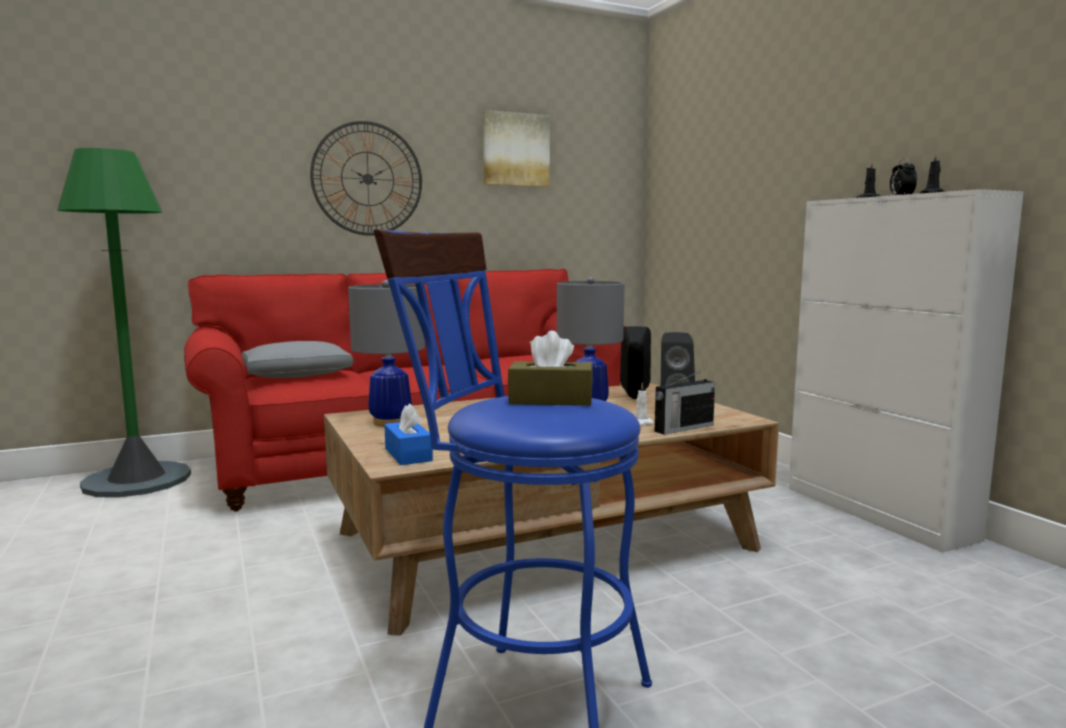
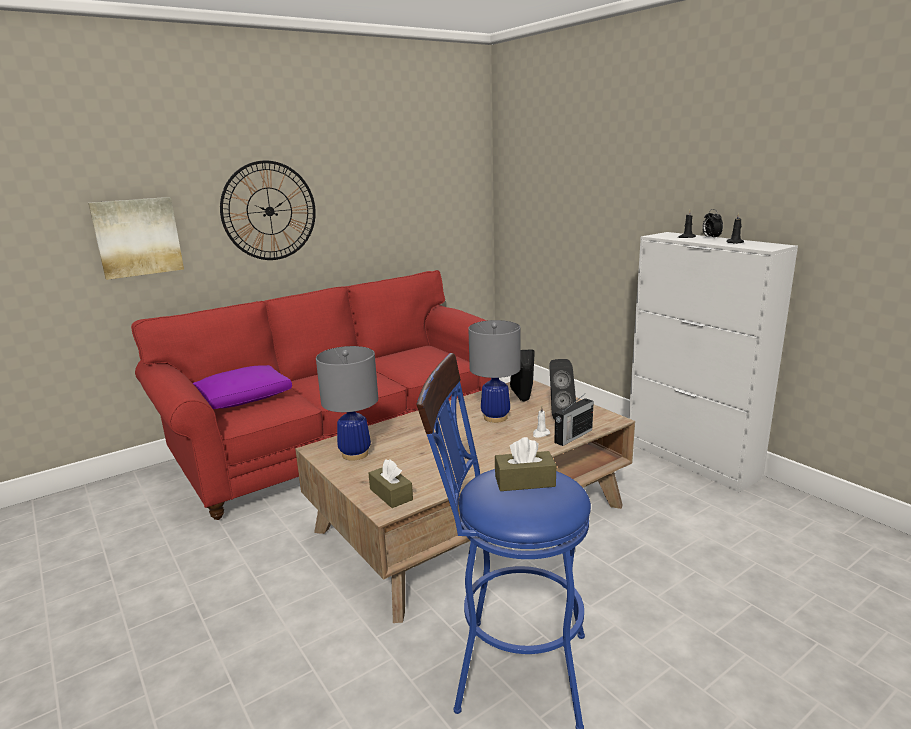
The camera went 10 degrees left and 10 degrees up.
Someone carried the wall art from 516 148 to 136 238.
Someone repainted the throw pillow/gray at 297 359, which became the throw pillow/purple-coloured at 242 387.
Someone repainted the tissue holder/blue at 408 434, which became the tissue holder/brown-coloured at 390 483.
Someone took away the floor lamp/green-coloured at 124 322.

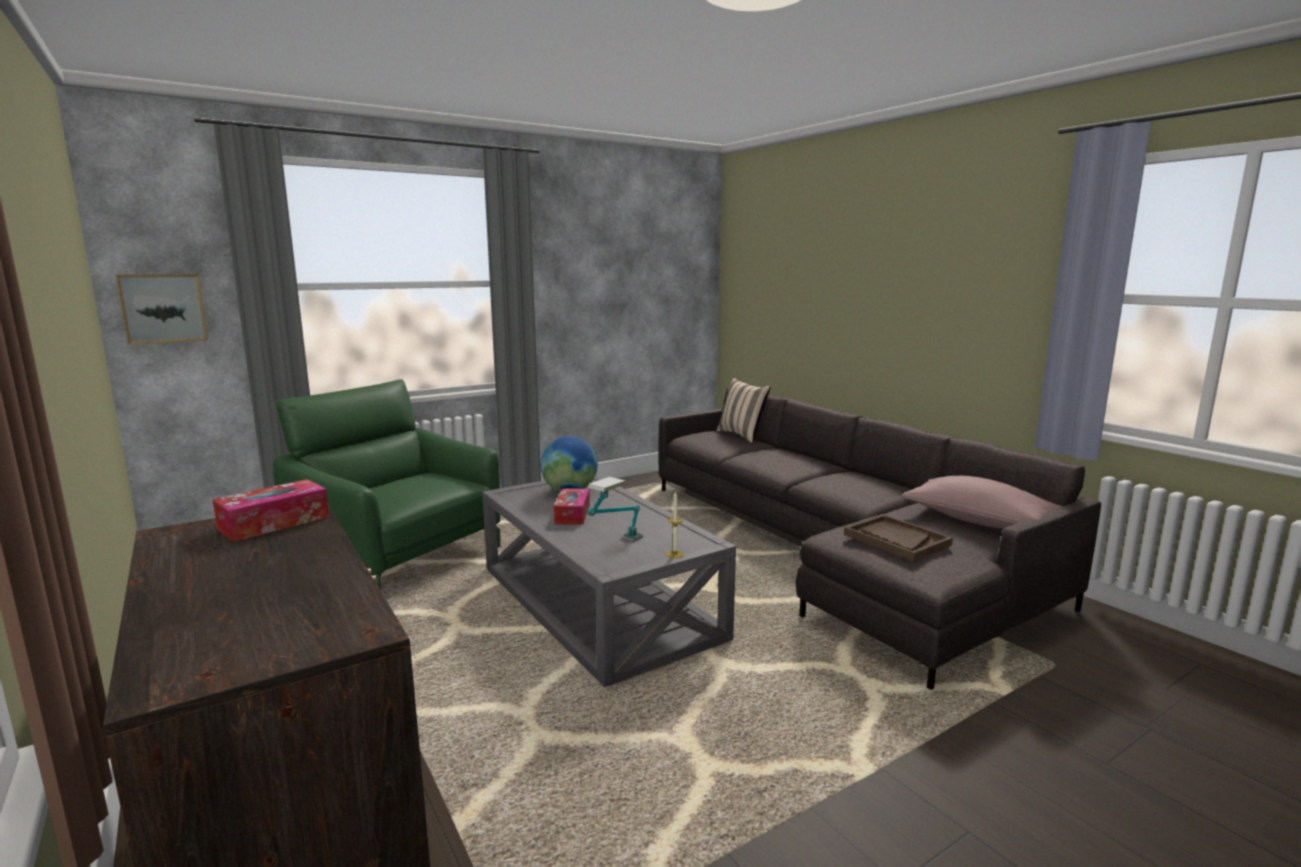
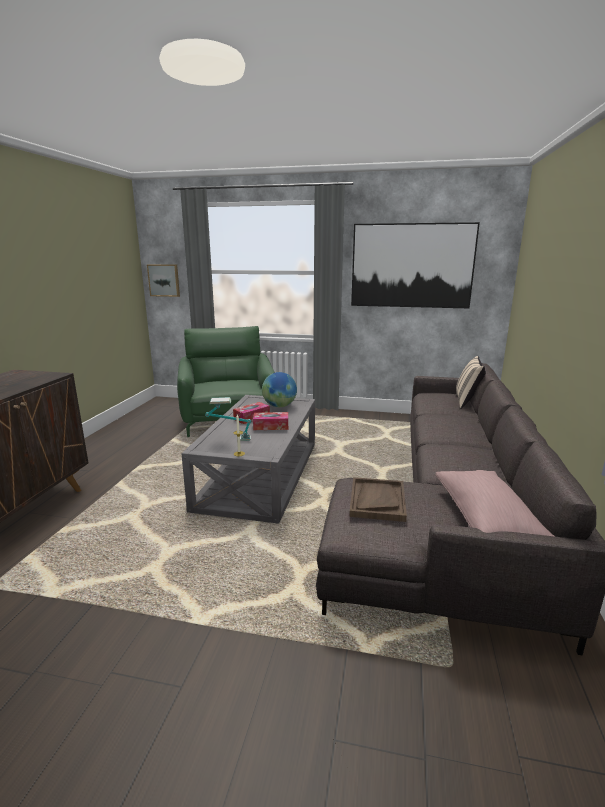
The camera went 45 degrees right and 5 degrees up.
Someone carried the tissue holder from 270 510 to 270 421.
Someone put up the wall art at 415 265.

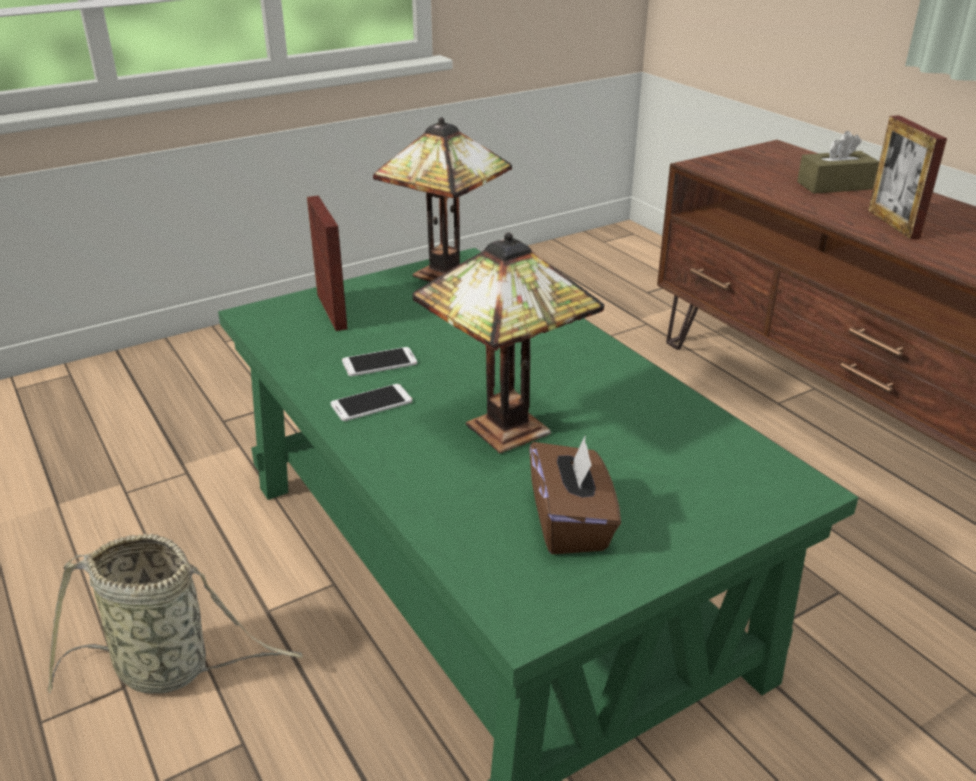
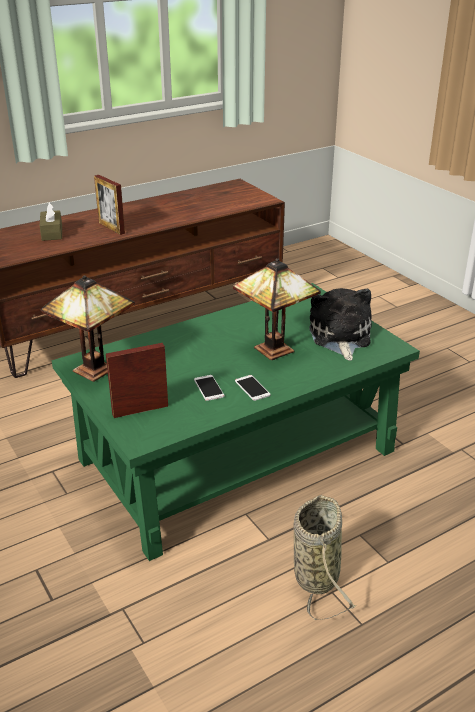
The camera went 90 degrees left and 0 degrees up.
Someone rotated the standing frame at 907 177 by 60 degrees clockwise.
Someone swapped the tissue holder/brown-coloured at 575 495 for the cuddly toy at 340 324.

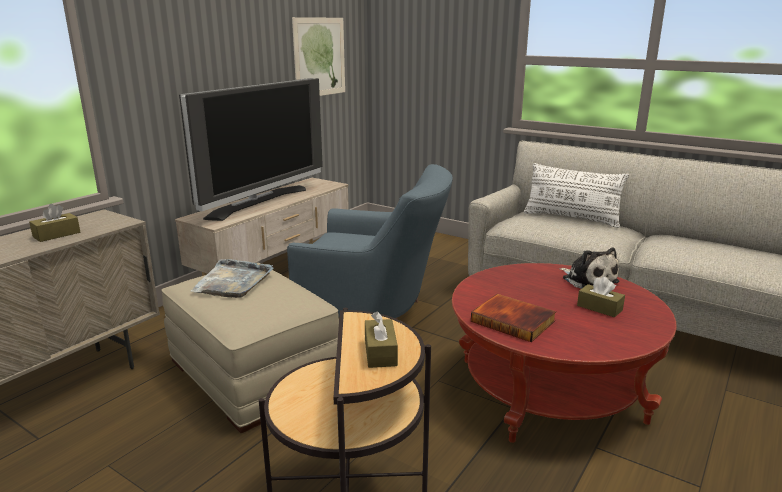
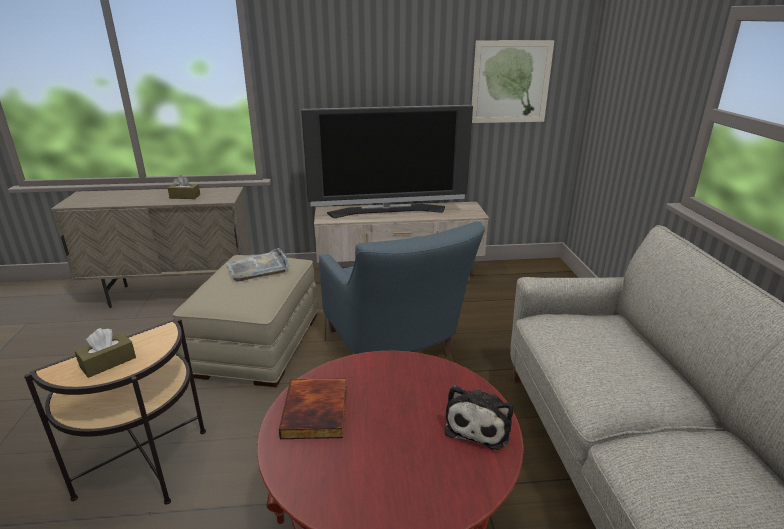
The camera went 50 degrees right and 5 degrees up.
Someone took away the throw pillow/whitish at 576 195.
Someone took away the tissue holder/brown-coloured at 601 297.

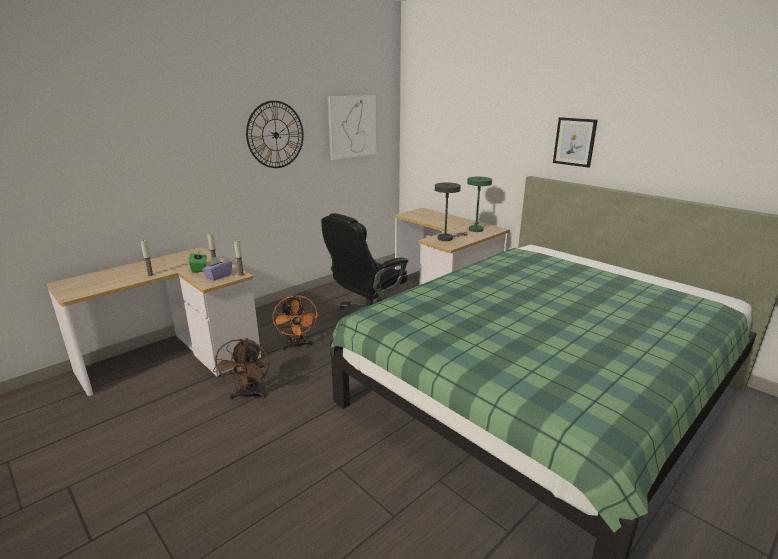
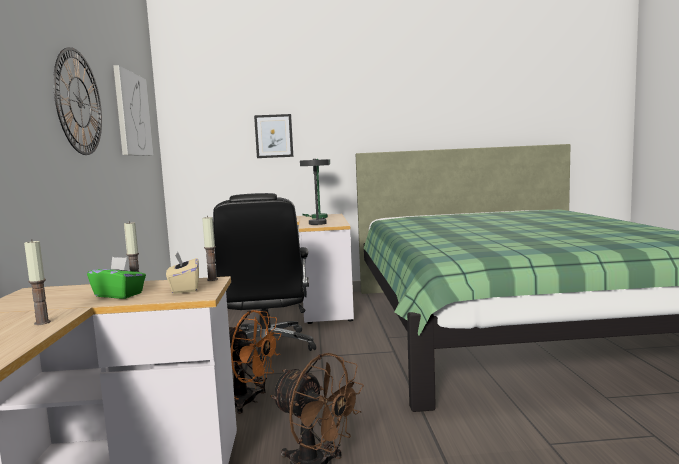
The camera went 50 degrees left and 15 degrees down.
Someone repainted the tissue holder/purple-coloured at 217 268, which became the tissue holder/beige-coloured at 182 273.
Someone carried the wall art from 575 142 to 273 136.

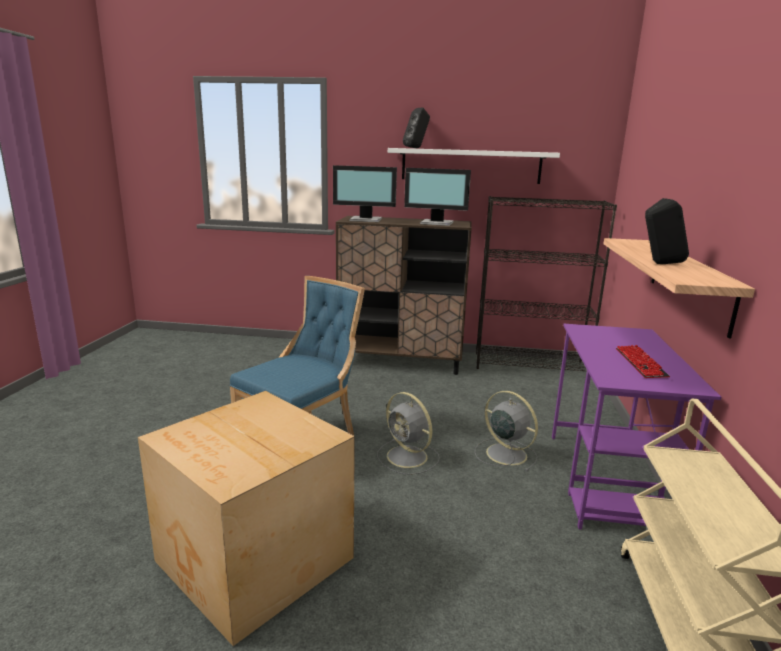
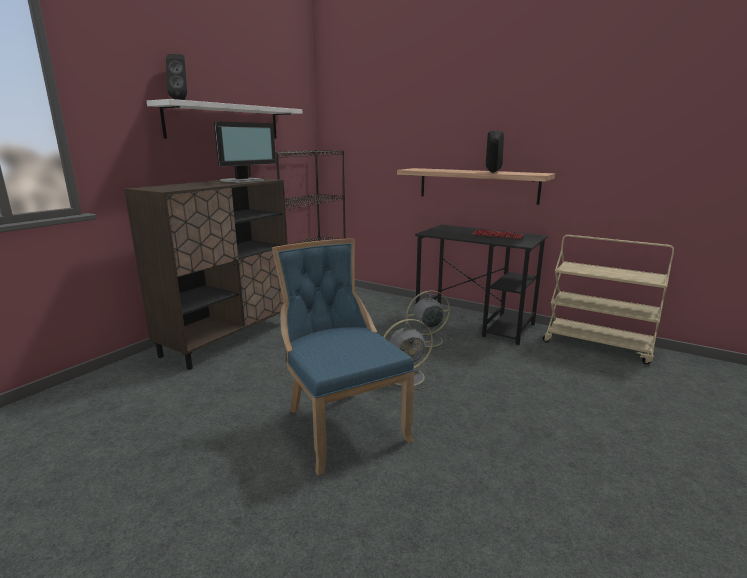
The camera went 65 degrees left and 0 degrees up.
Someone repainted the desk/purple-coloured at 636 427, which became the desk/black-coloured at 481 284.
Someone took away the packing box at 246 518.
Someone took away the monitor at 365 193.

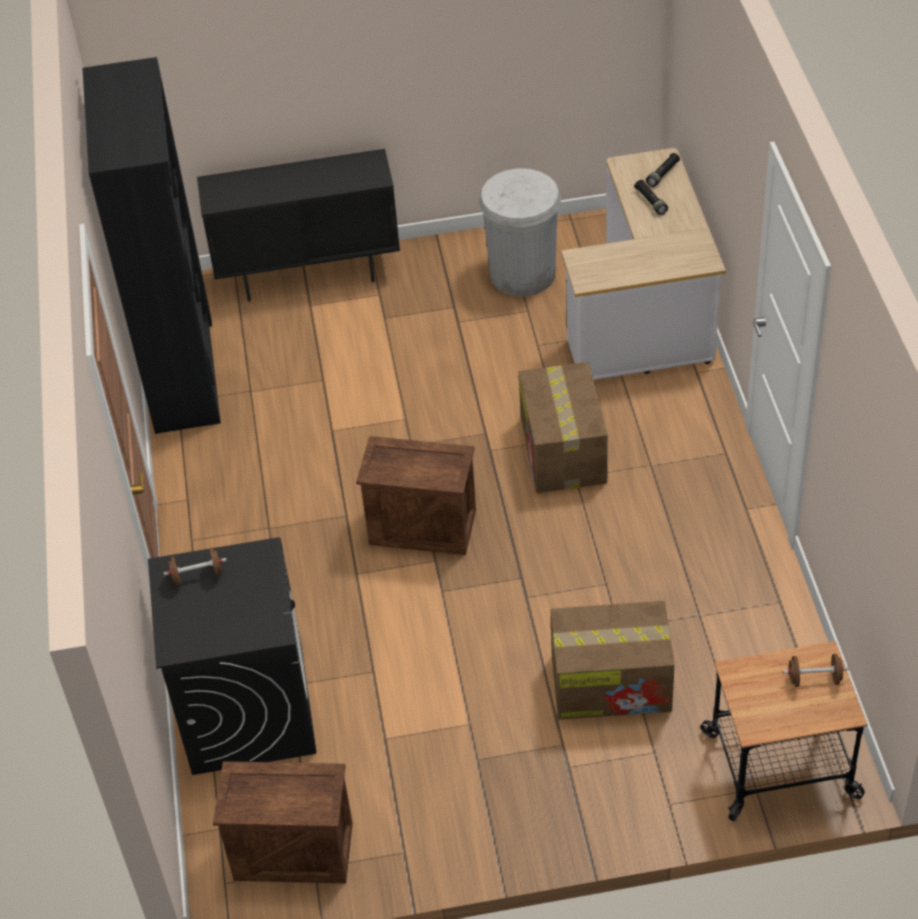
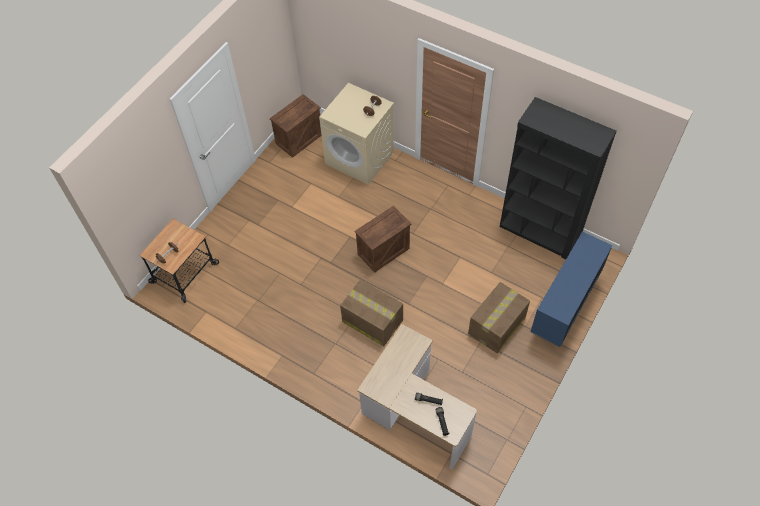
The camera went 130 degrees right and 10 degrees up.
Someone repainted the laundry machine/black-coloured at 232 656, which became the laundry machine/beige-coloured at 356 134.
Someone carried the packing box from 612 660 to 499 317.
Someone repainted the storage cabinet/black-coloured at 298 225, which became the storage cabinet/blue at 571 289.
Someone took away the rubbish bin/whitish at 520 232.

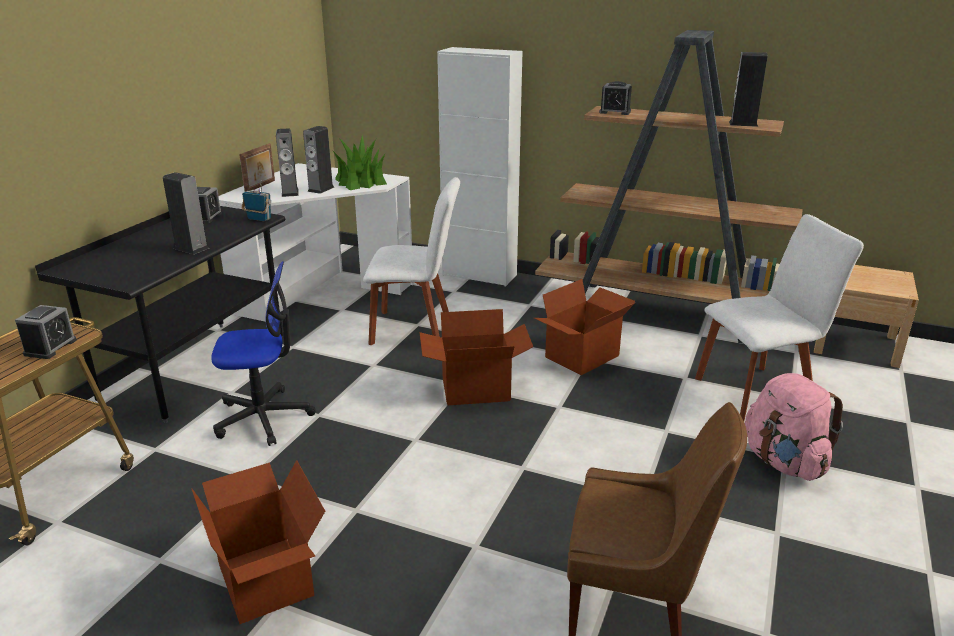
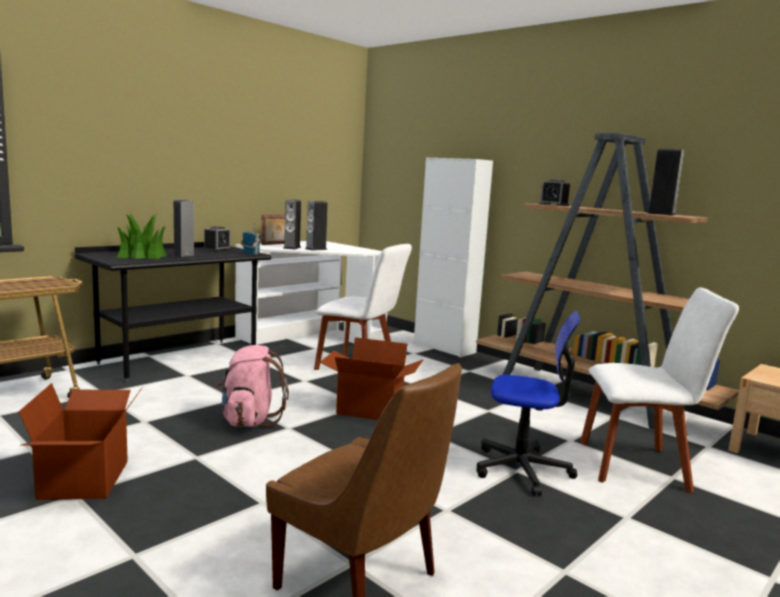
The camera went 20 degrees right and 15 degrees down.
Someone carried the houseplant from 359 162 to 142 235.
Someone carried the knapsack/pinkish from 794 427 to 252 386.
Someone carried the desk chair from 263 353 to 529 403.
Someone took away the table clock at 46 332.
Someone took away the packing box at 584 327.

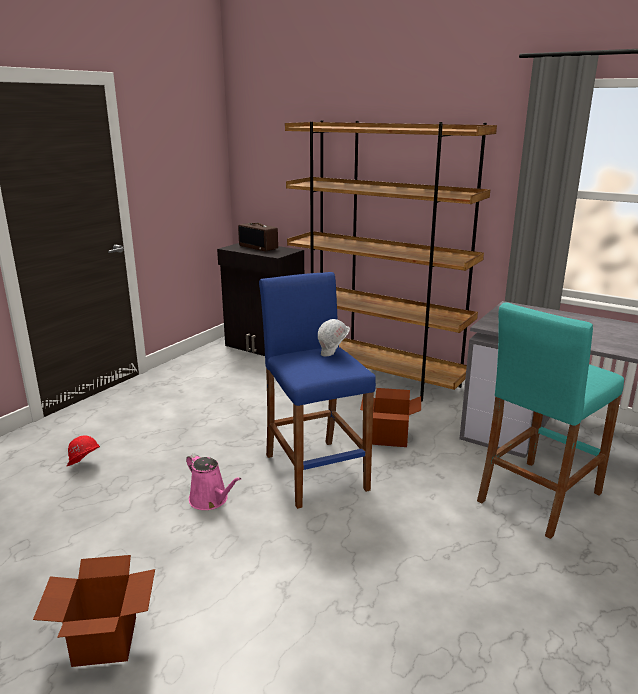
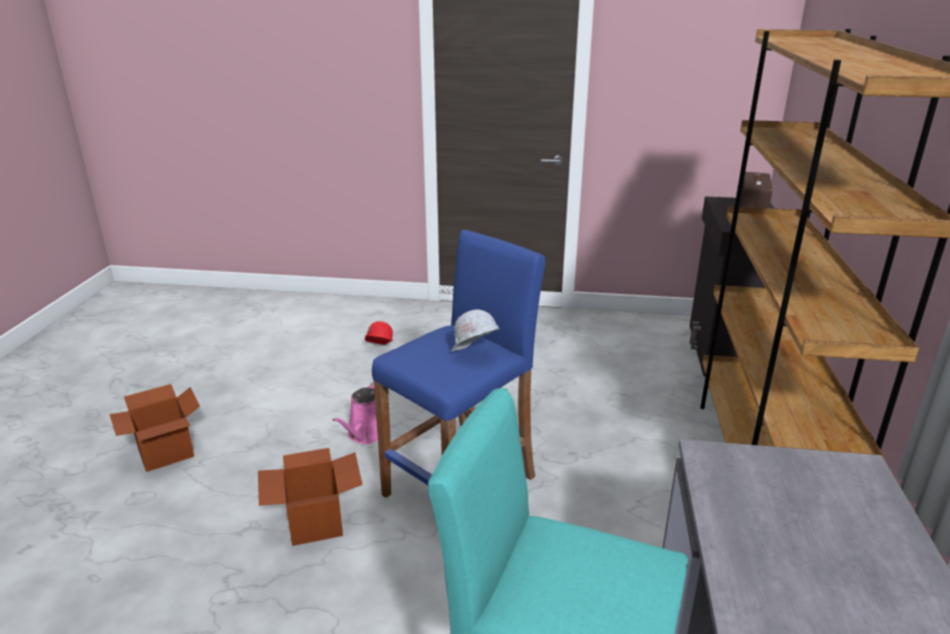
The camera went 65 degrees right and 5 degrees up.
Someone carried the packing box from 390 417 to 310 497.

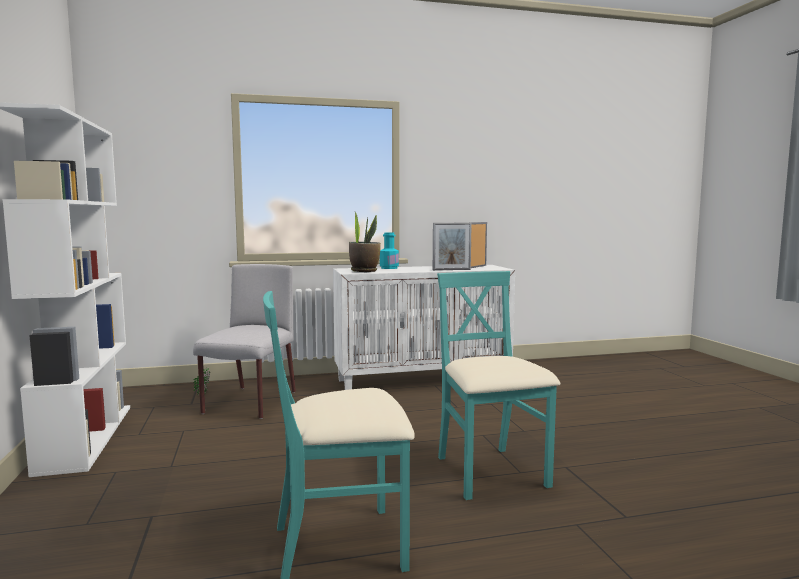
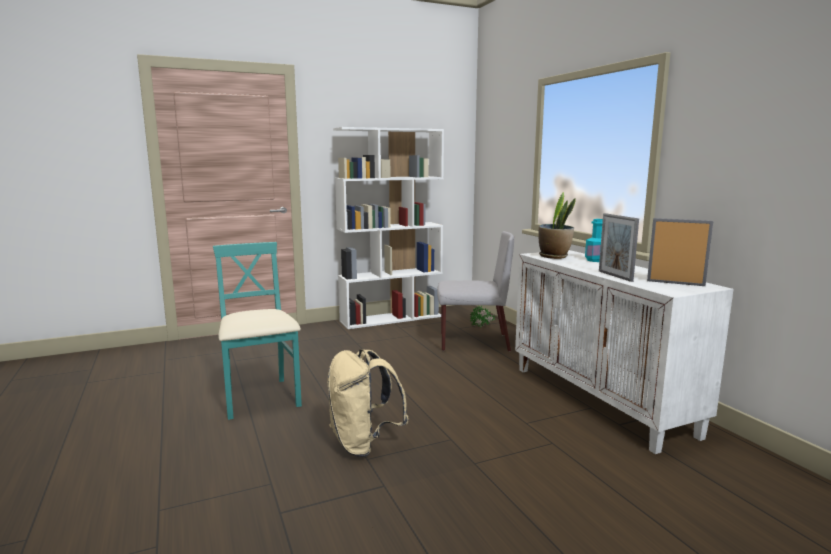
The camera went 80 degrees right and 5 degrees up.
Someone swapped the chair/turquoise-coloured at 498 385 for the knapsack/beige-coloured at 368 403.

